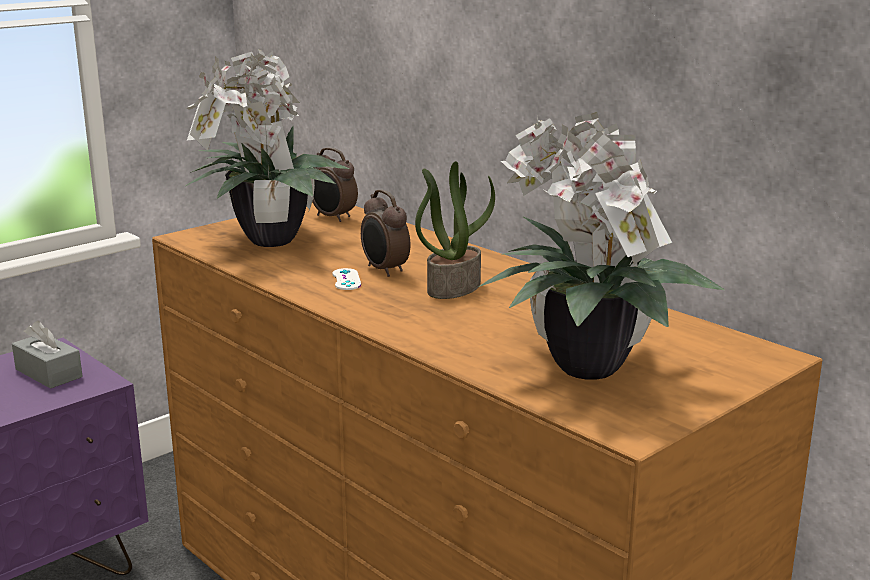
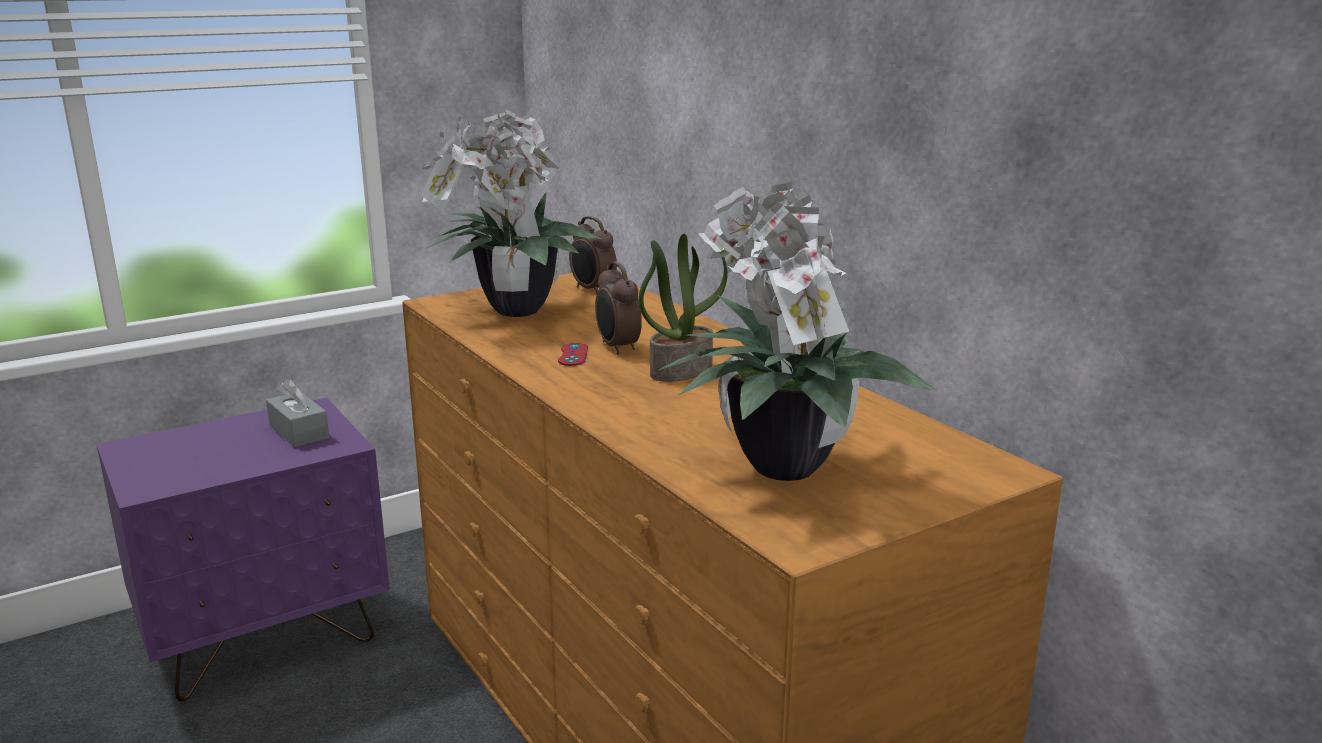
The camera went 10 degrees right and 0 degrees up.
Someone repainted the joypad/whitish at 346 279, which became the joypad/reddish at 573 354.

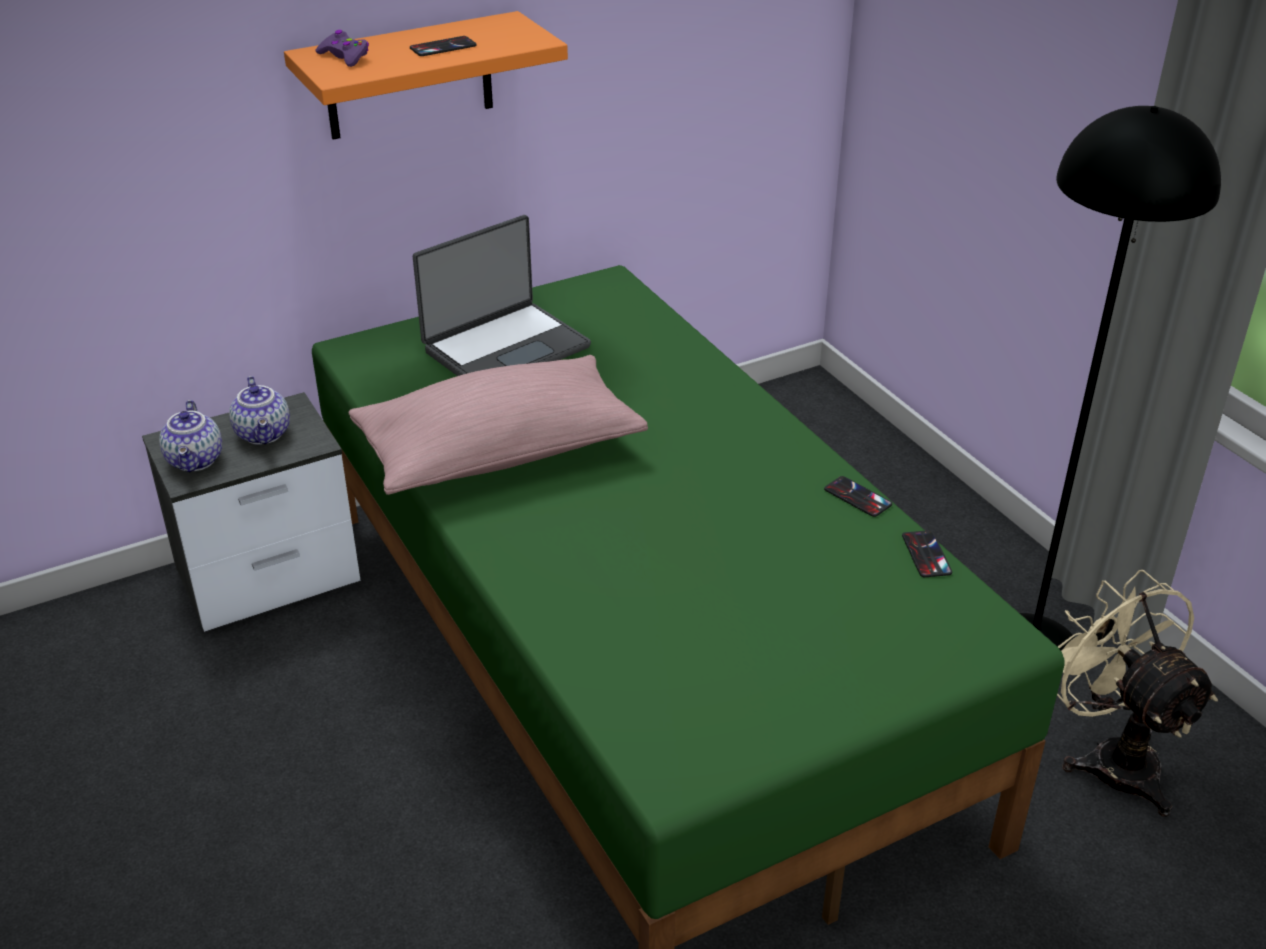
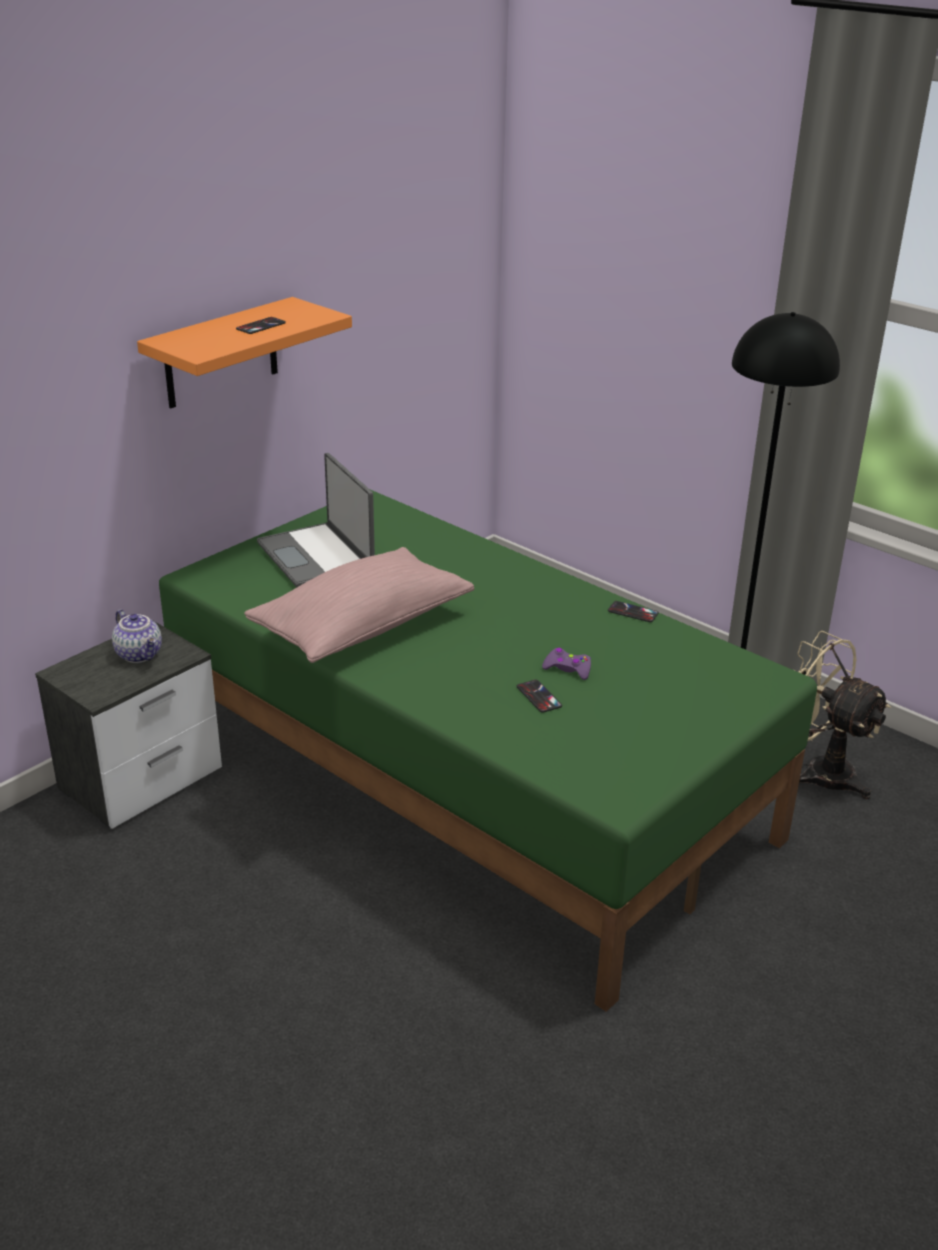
The camera went 20 degrees left and 5 degrees down.
Someone rotated the portable computer at 502 295 by 120 degrees clockwise.
Someone carried the phone from 927 553 to 539 696.
Someone carried the joypad/purple-coloured from 342 48 to 566 664.
Someone took away the pot for tea at 190 436.

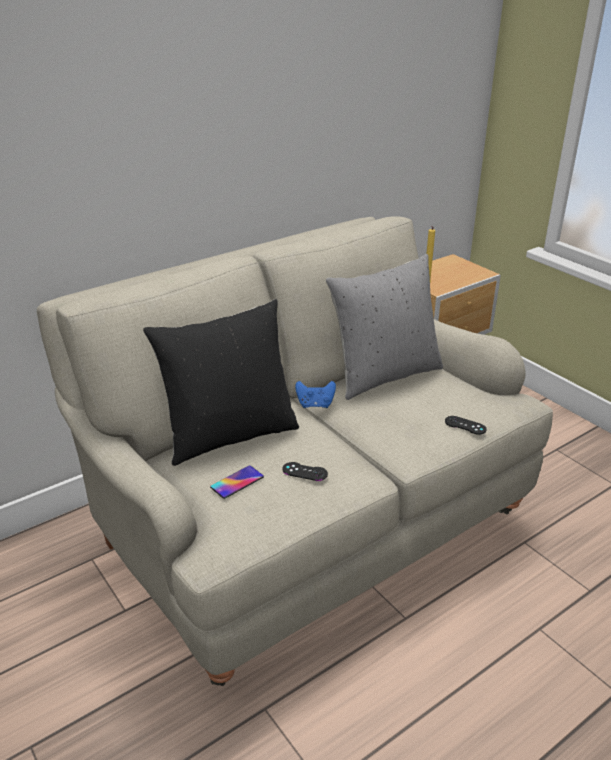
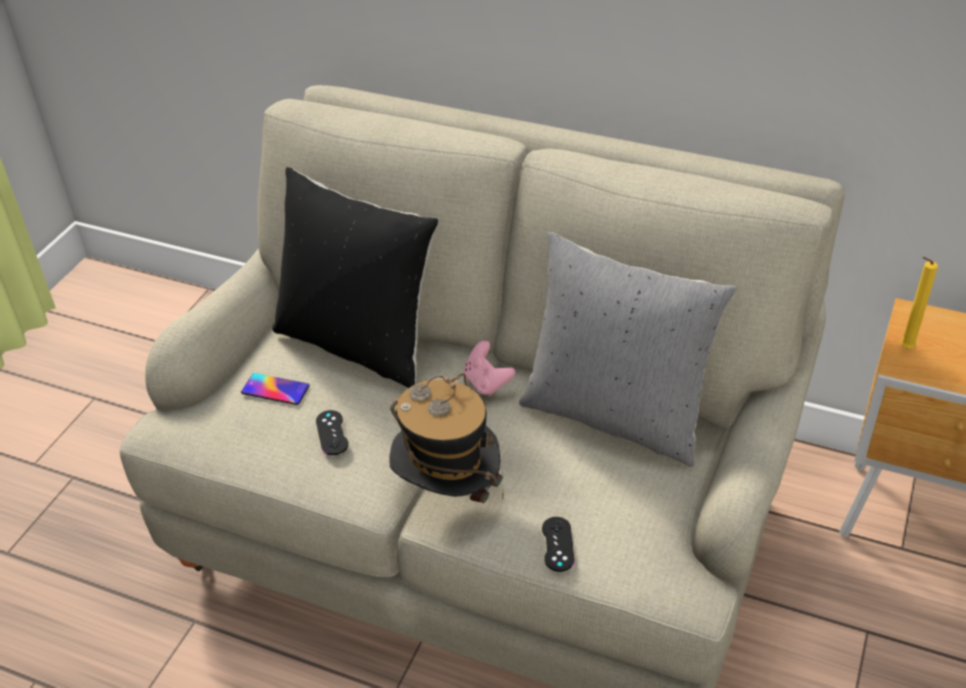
The camera went 60 degrees right and 10 degrees up.
Someone put down the clothing hat at 446 438.
Someone repainted the joypad/blue at 315 394, which became the joypad/pinkish at 490 368.

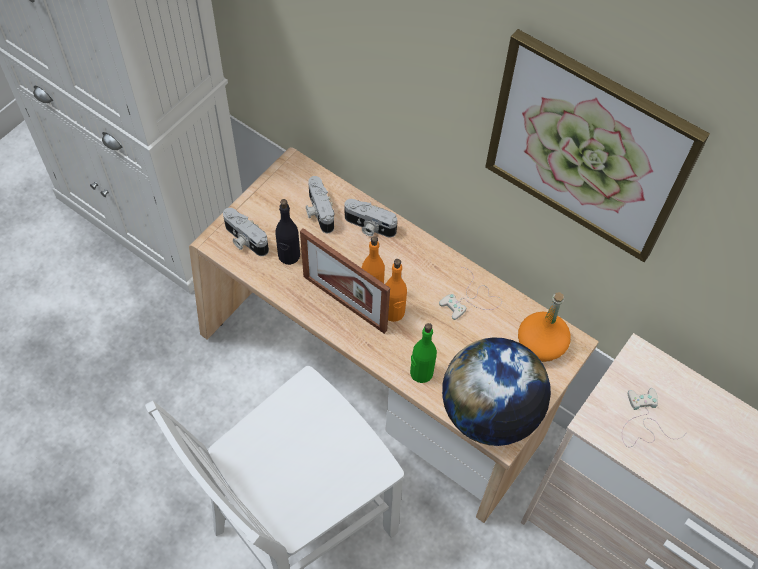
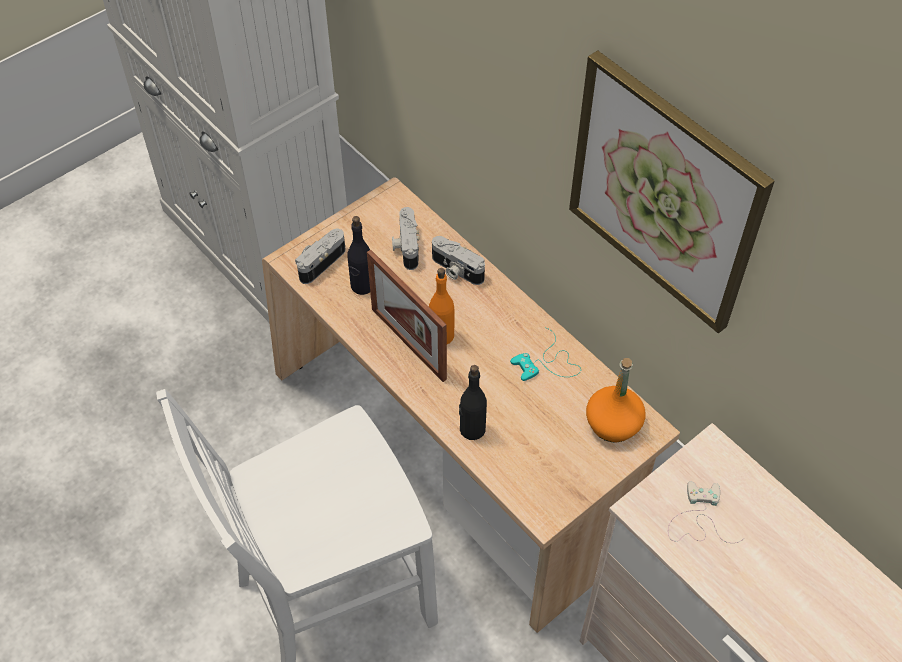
The camera went 15 degrees right and 5 degrees down.
Someone rotated the photo camera at 246 232 by 75 degrees clockwise.
Someone repainted the drink bottle/green-coloured at 423 353, which became the drink bottle/black-coloured at 473 402.
Someone repainted the joypad/whitish at 470 293, which became the joypad/turquoise-coloured at 545 354.
Someone took away the drink bottle/orange at 396 290.
Someone took away the globe at 496 391.

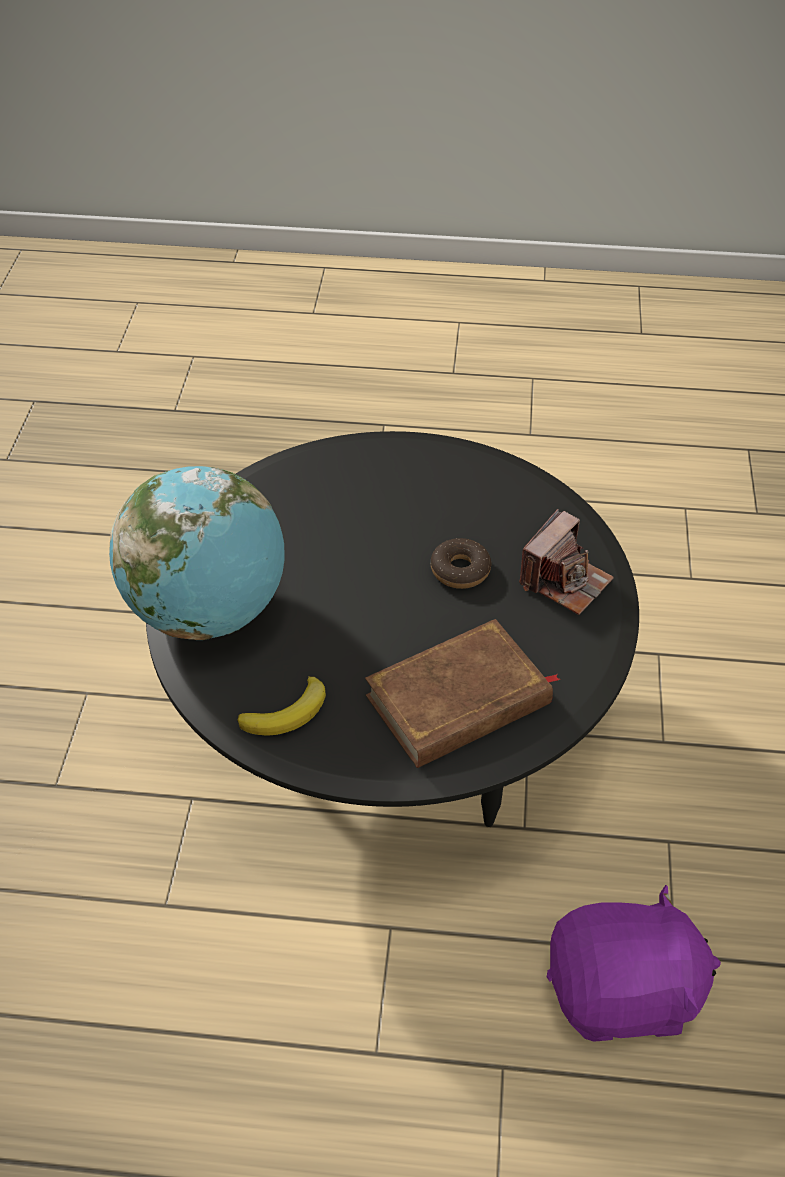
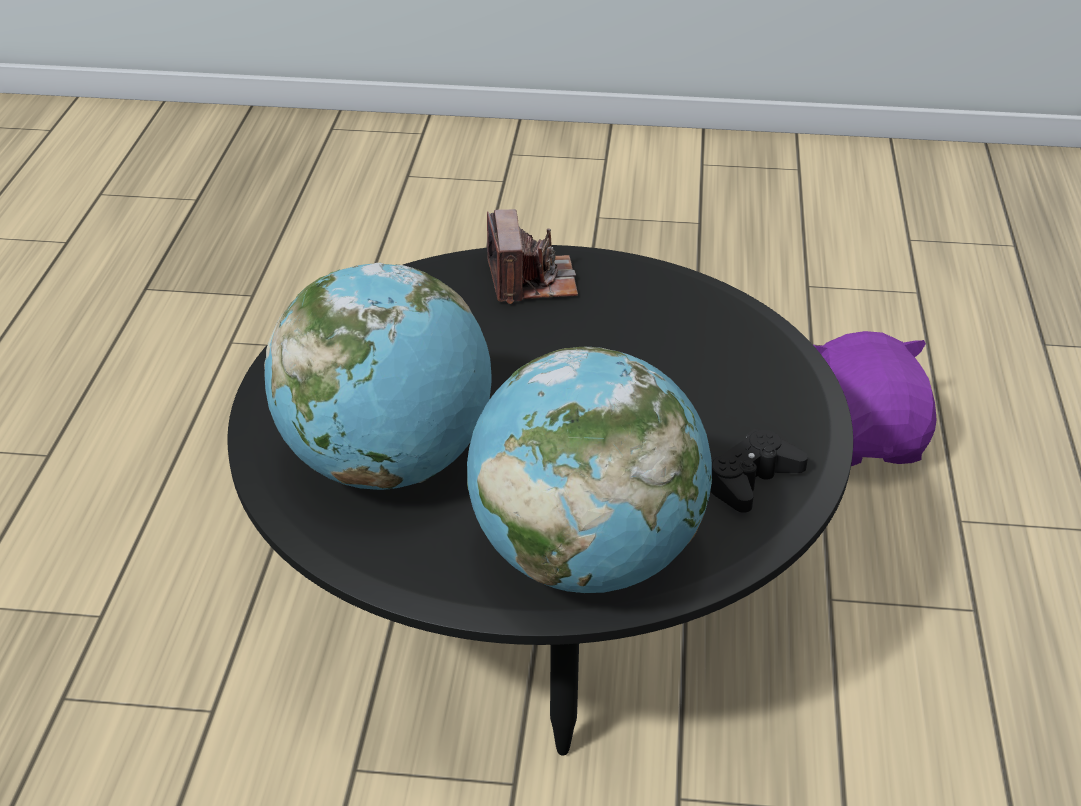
The camera went 90 degrees left and 10 degrees down.
Someone put down the globe at 377 376.
Someone rotated the photo camera at 566 562 by 45 degrees clockwise.
Someone swapped the banana at 281 706 for the joypad/black-coloured at 759 471.
Someone took away the bound book/brown-coloured at 463 693.
Someone took away the doughnut at 461 563.

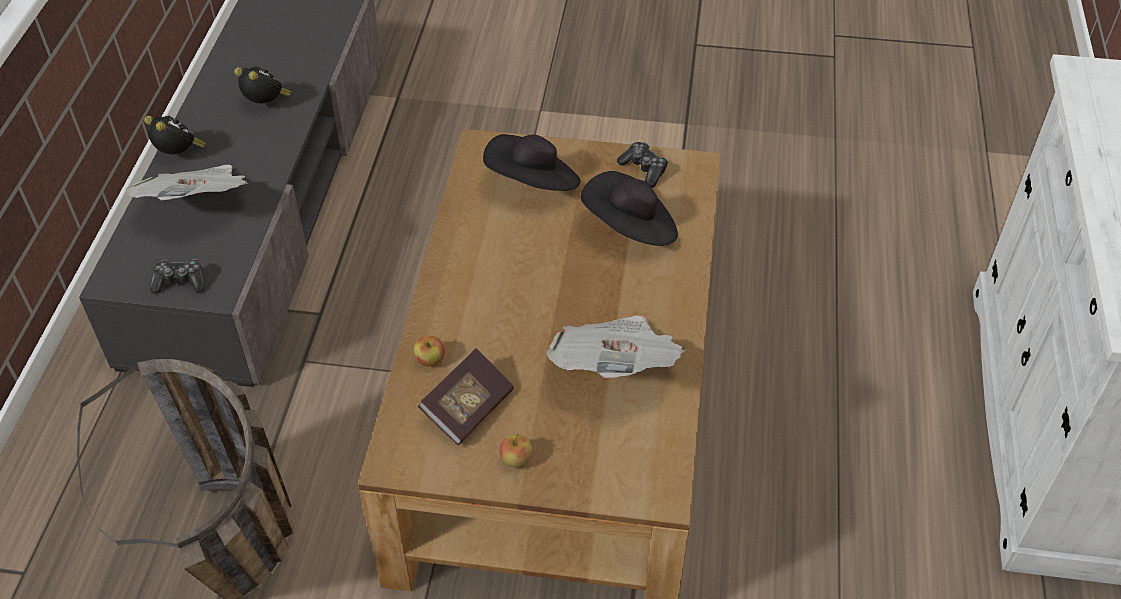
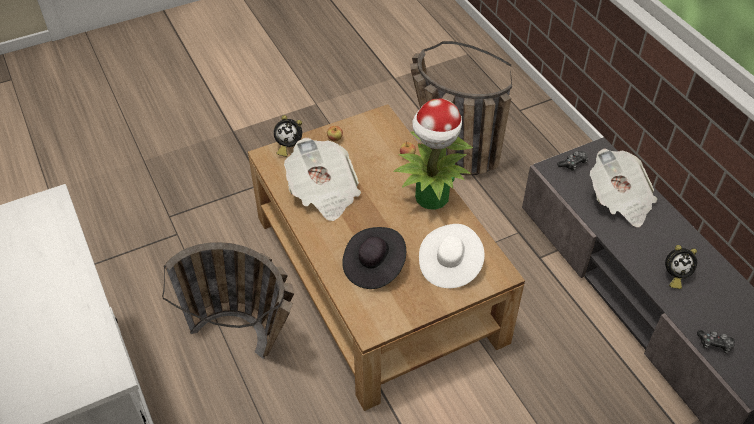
The camera went 145 degrees right and 0 degrees up.
Someone put down the household basket at 228 300.
Someone carried the table clock from 175 134 to 288 136.
Someone put down the houseplant at 433 154.
Someone repainted the clothing hat/black-coloured at 531 162, which became the clothing hat/whitish at 452 256.
Someone carried the joypad from 642 165 to 716 342.
Someone took away the bound book at 466 396.

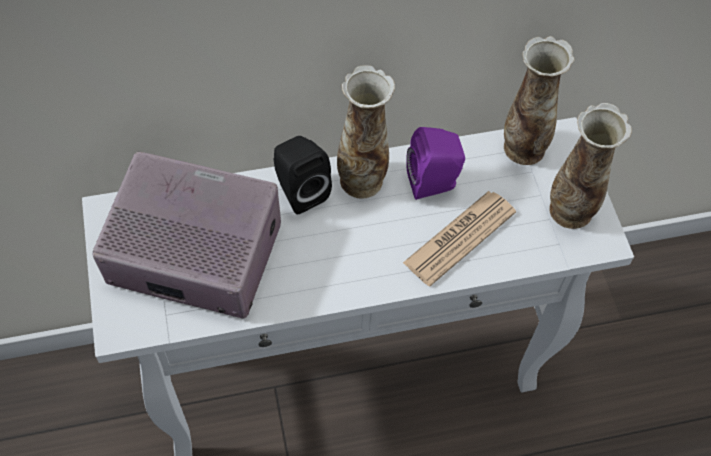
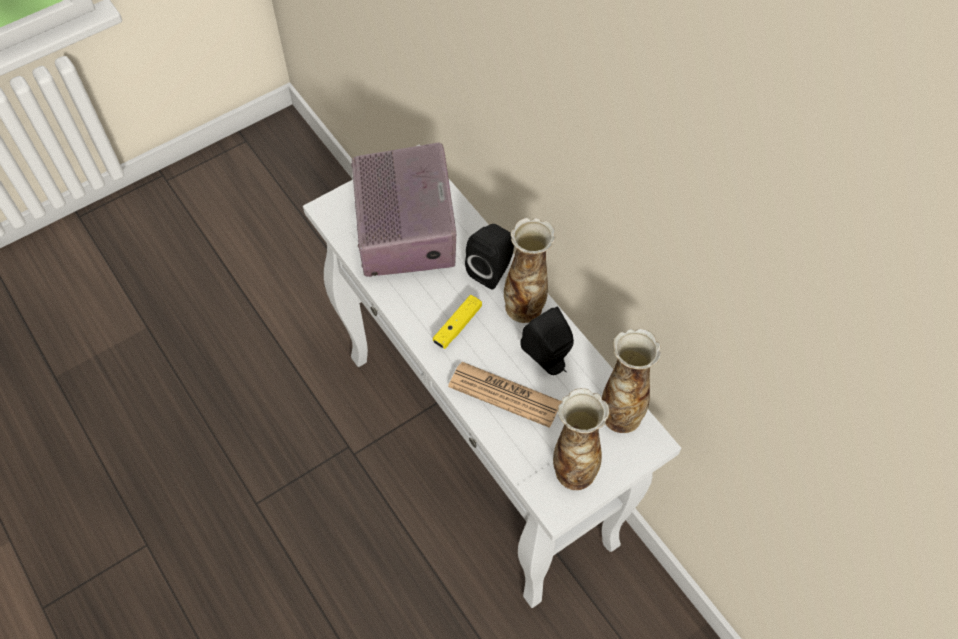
The camera went 70 degrees right and 0 degrees up.
Someone put down the joypad/yellow-coloured at 457 322.
Someone repainted the audio speaker/purple-coloured at 435 163, which became the audio speaker/black-coloured at 547 340.

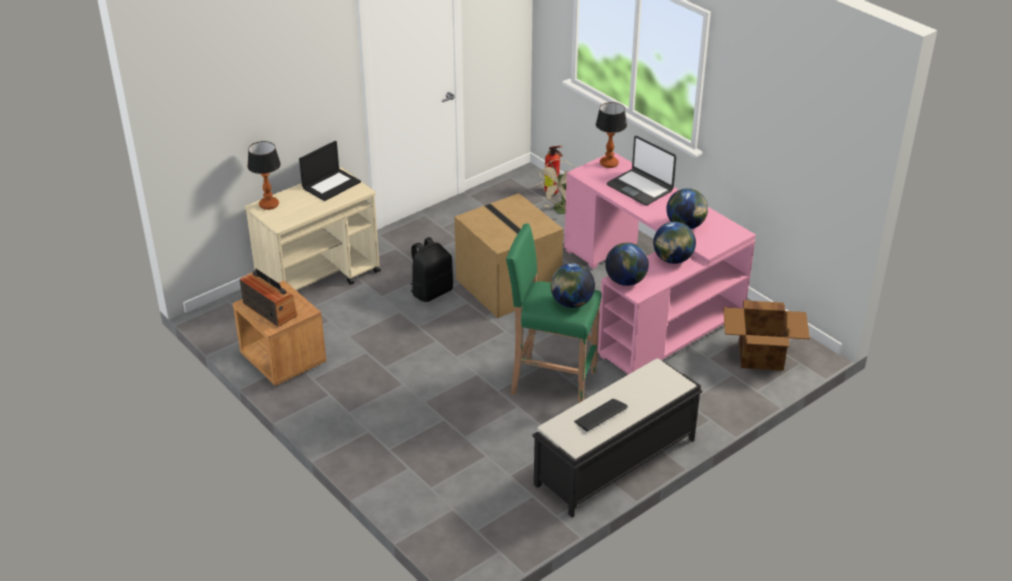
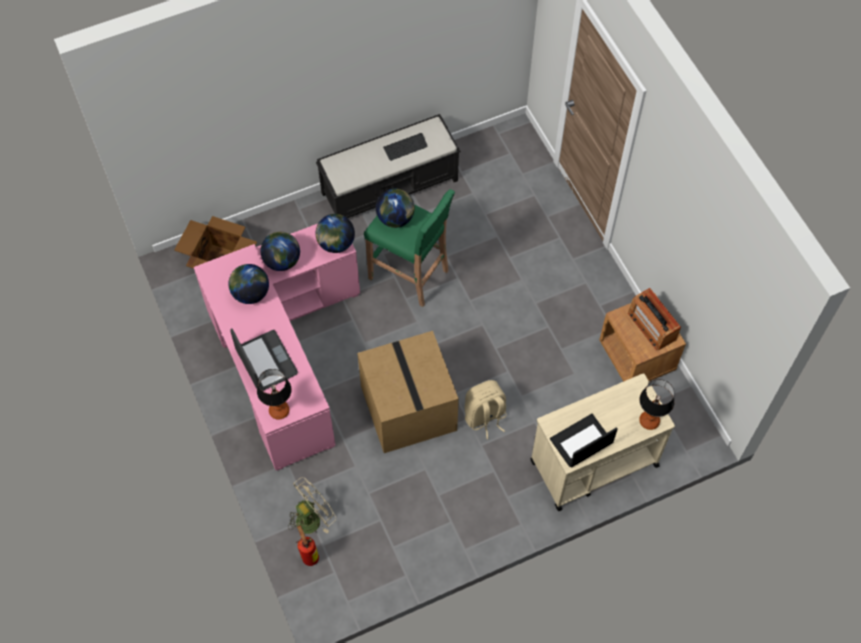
The camera went 165 degrees left and 25 degrees up.
Someone repainted the knapsack/black-coloured at 431 269, which became the knapsack/beige-coloured at 486 409.

